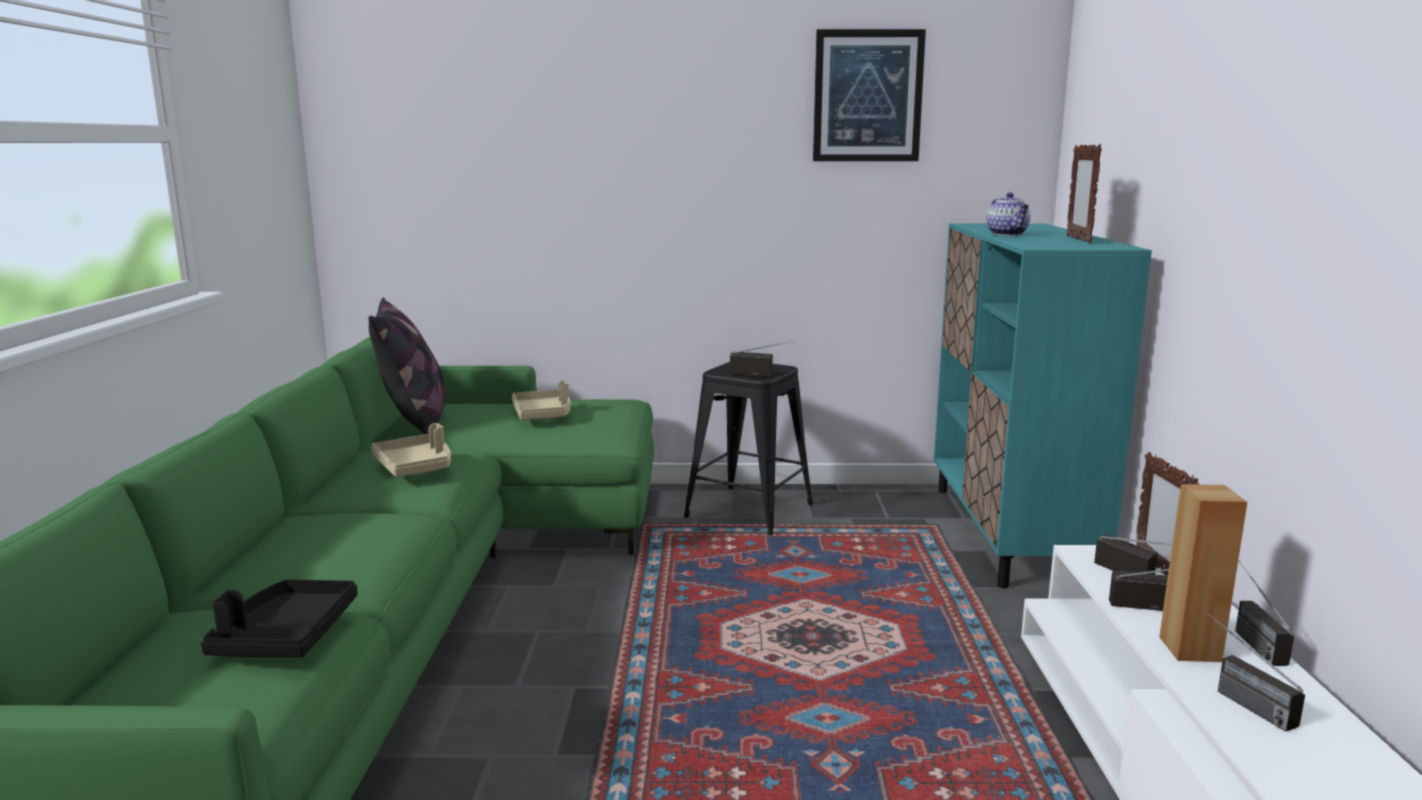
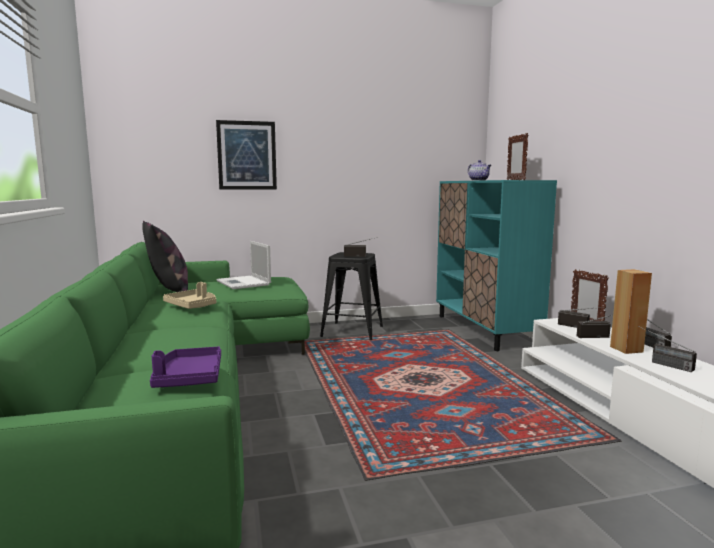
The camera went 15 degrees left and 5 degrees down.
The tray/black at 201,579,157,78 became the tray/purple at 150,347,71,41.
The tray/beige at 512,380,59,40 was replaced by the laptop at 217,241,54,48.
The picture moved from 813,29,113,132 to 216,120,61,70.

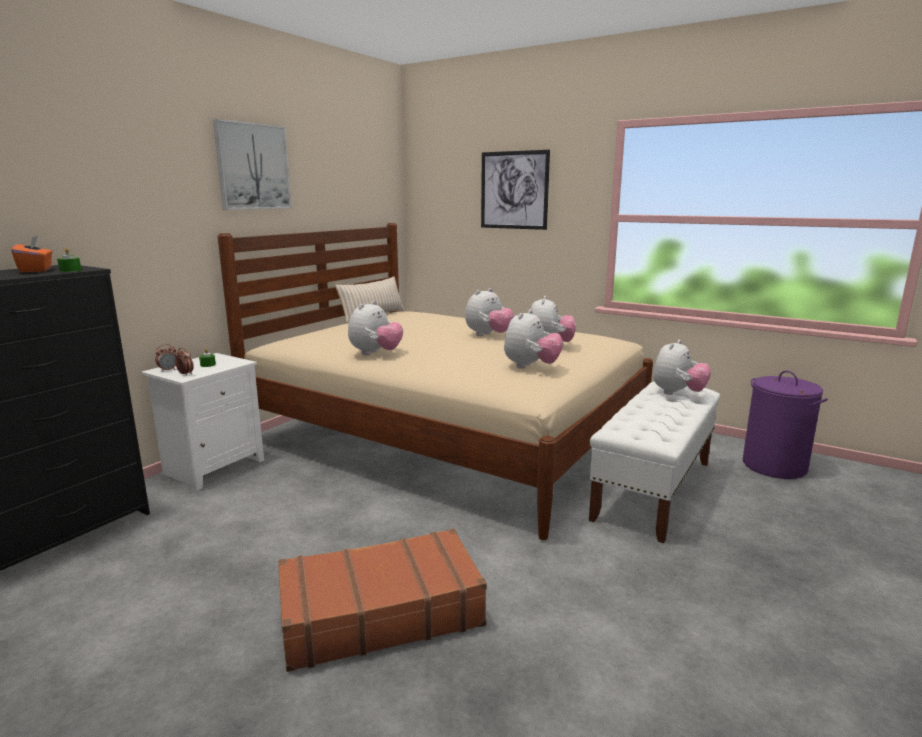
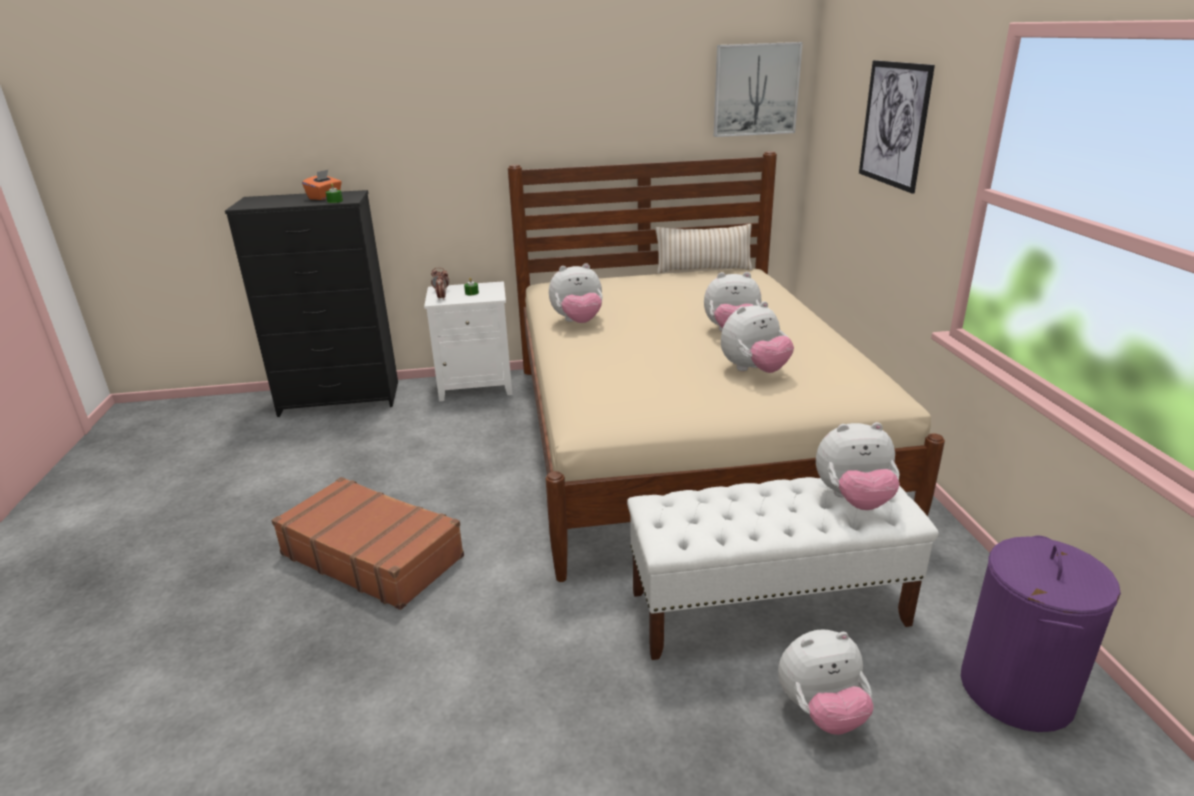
The camera went 50 degrees right and 10 degrees up.
The picture moved from 213,119,79,91 to 714,42,89,95.
The plush toy moved from 504,309,59,60 to 778,629,95,106.

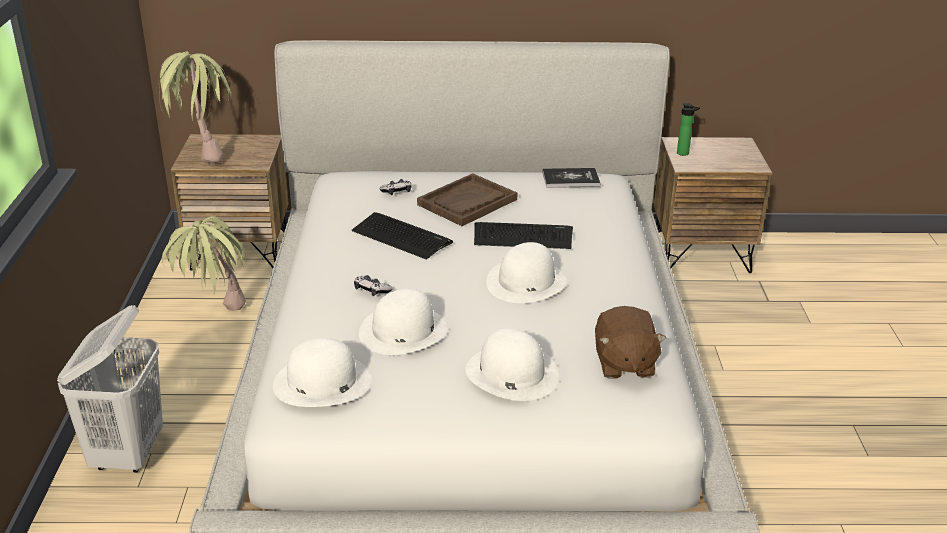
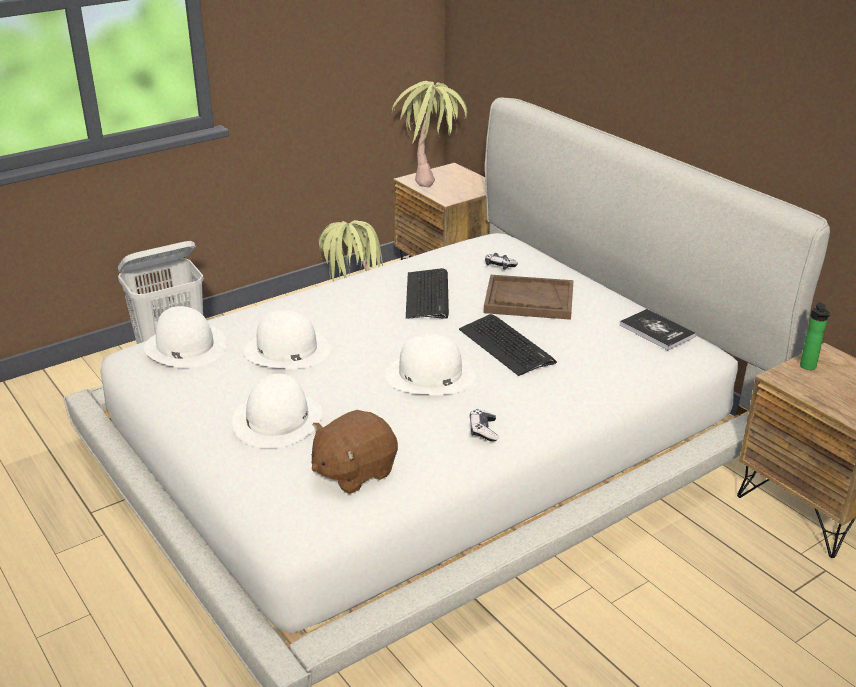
The camera went 55 degrees right and 0 degrees up.
The game controller moved from 354,275,39,21 to 470,409,28,33.

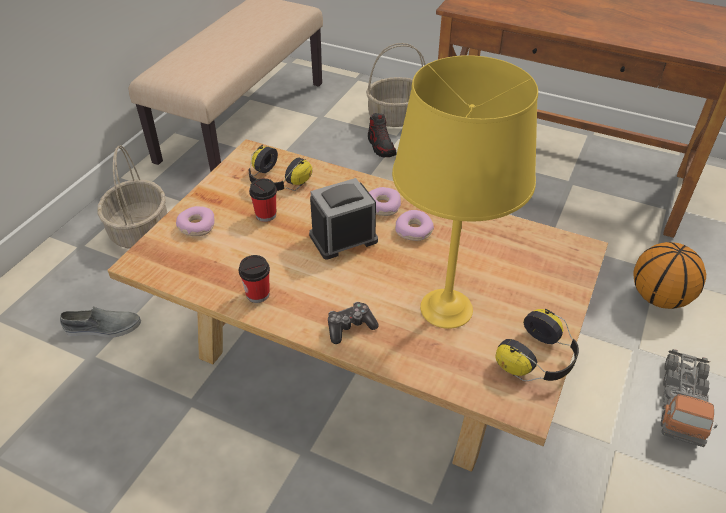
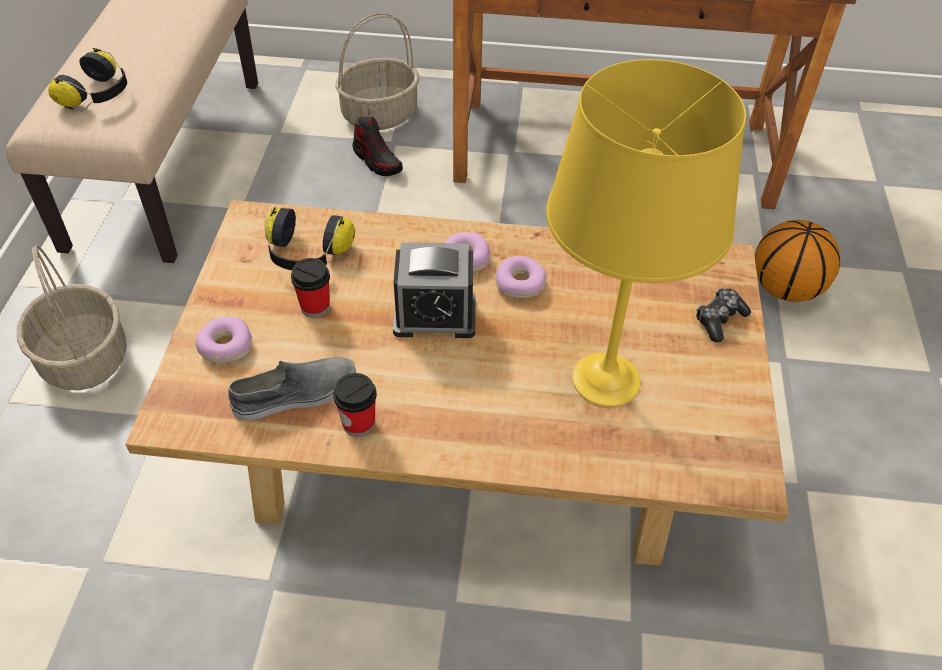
The camera went 20 degrees left and 5 degrees up.
The shoe/grey moved from 60,306,81,31 to 228,357,128,64.
The alarm clock at 309,178,69,82 turned 135 degrees counterclockwise.
The game controller moved from 328,302,51,42 to 696,288,55,54.
The headphones moved from 495,309,84,72 to 48,48,79,63.
The toy truck at 661,349,57,98 disappeared.

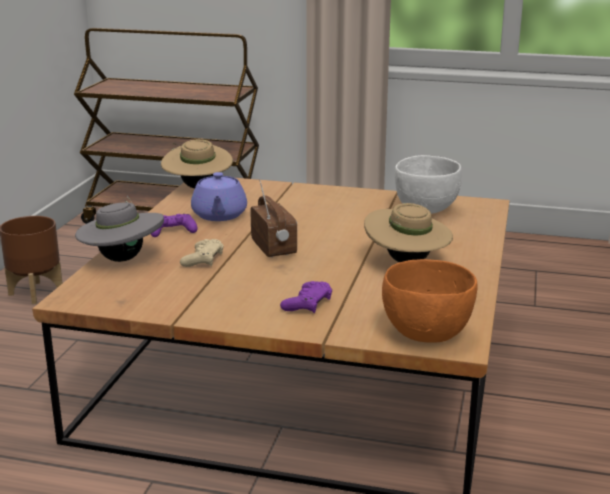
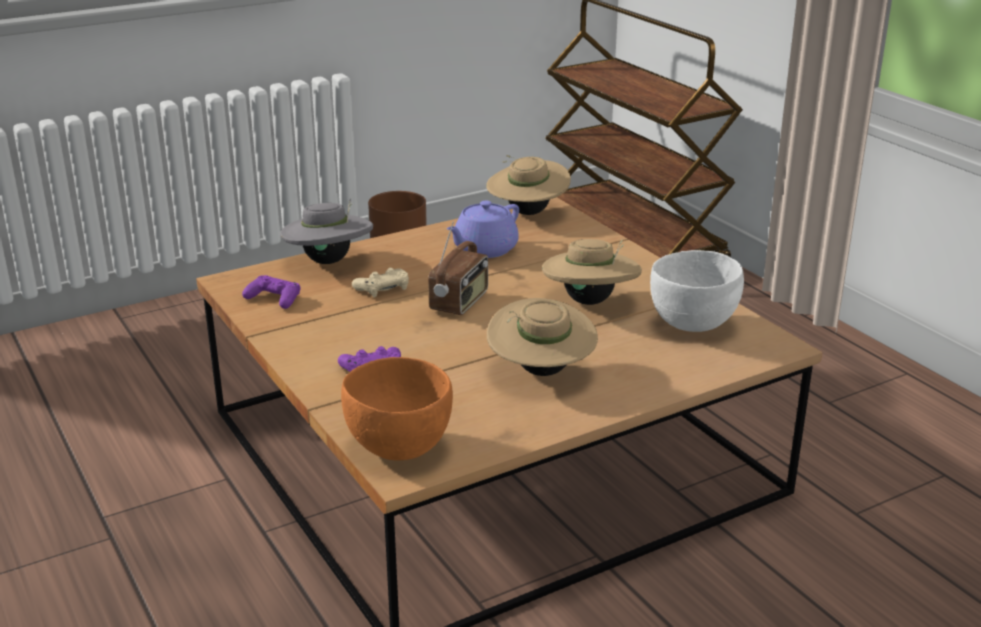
The camera went 45 degrees right and 5 degrees up.
The game controller/purple moved from 151,214,47,23 to 242,275,59,34.
The hat/beige at 542,239,100,66 appeared.

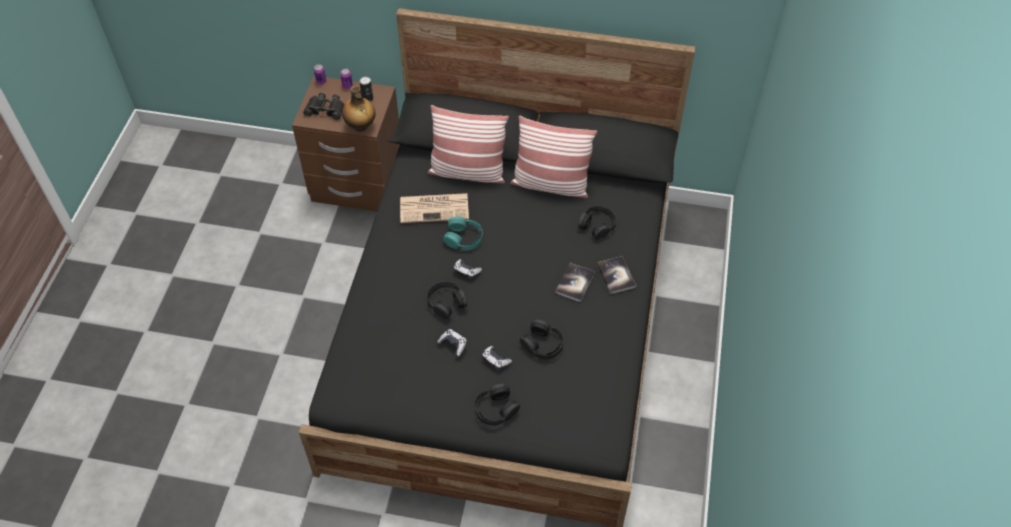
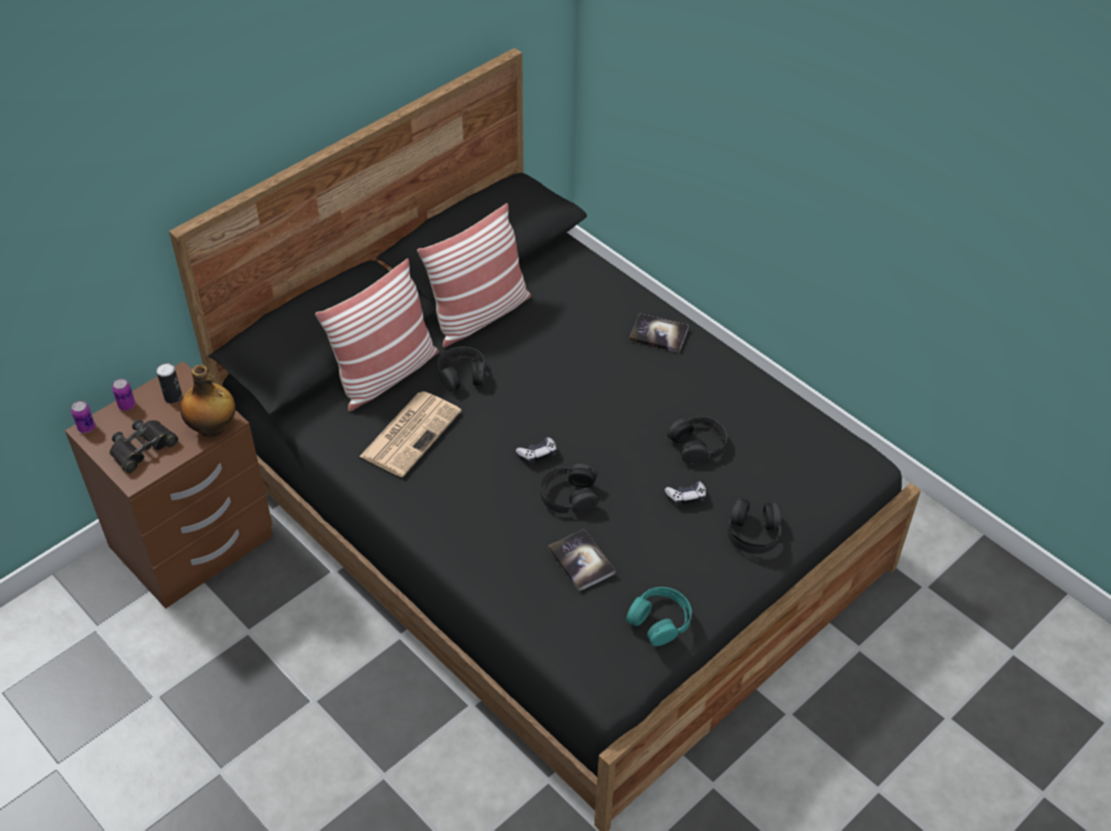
The camera went 55 degrees left and 5 degrees down.
The game controller at 437,329,30,27 disappeared.
The headphones/turquoise moved from 443,217,40,33 to 626,587,66,59.
The book moved from 555,263,40,39 to 548,529,68,62.
The headphones/black moved from 578,205,38,35 to 437,347,49,45.

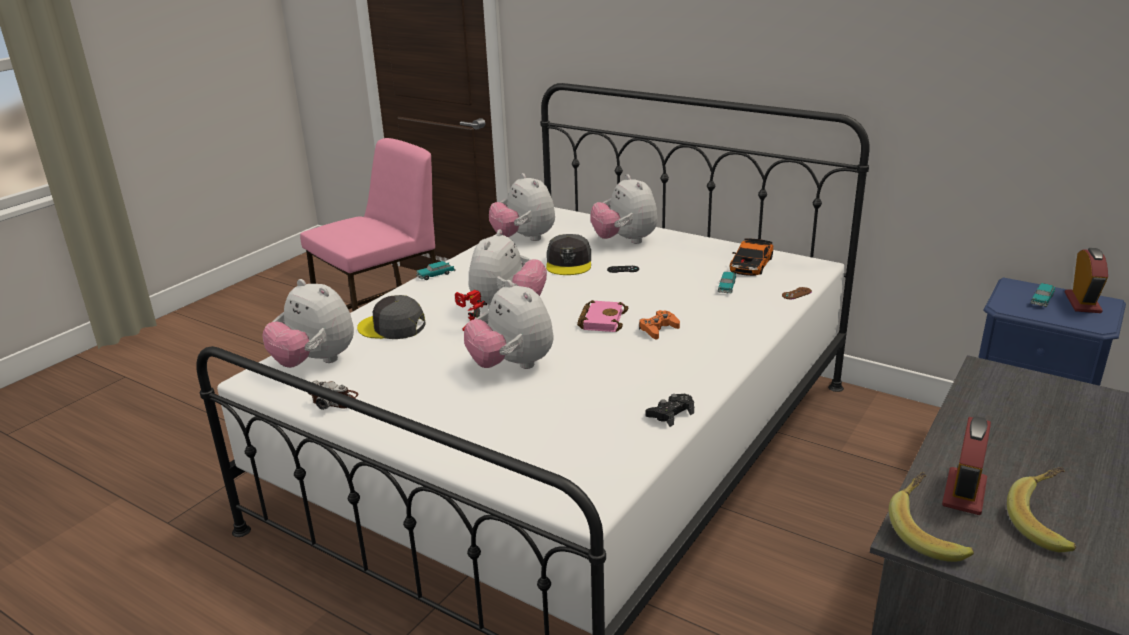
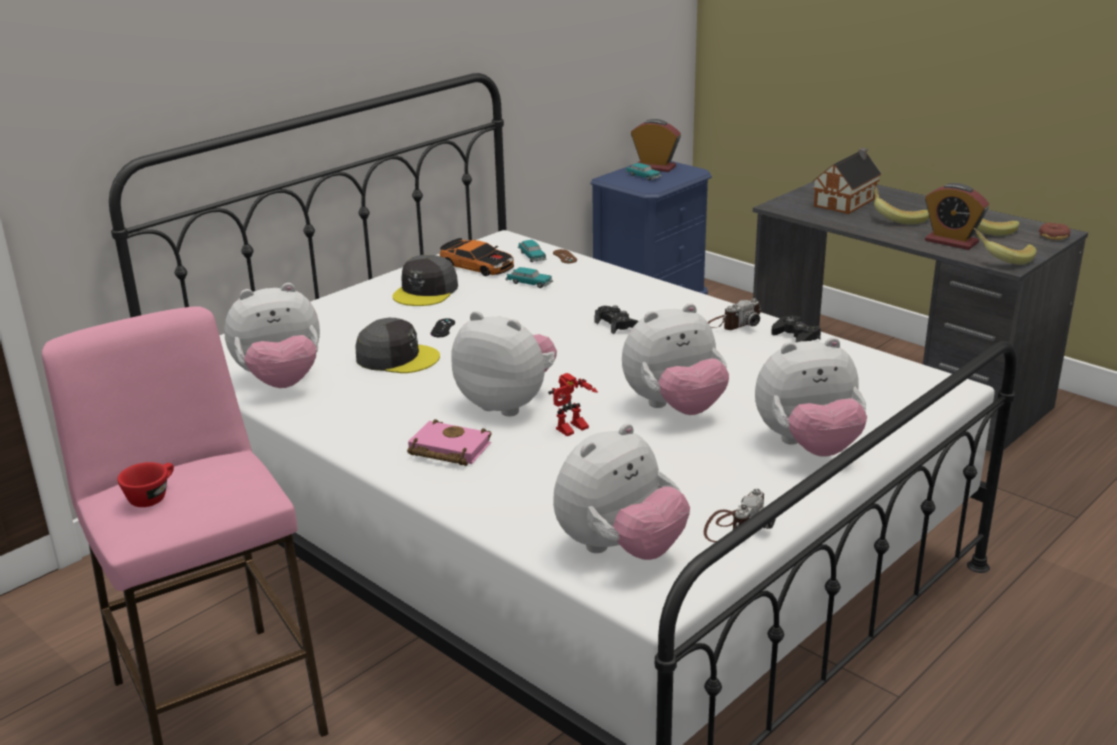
The camera went 80 degrees left and 0 degrees up.
The cap/grey moved from 357,295,69,44 to 393,255,65,51.
The toy car moved from 416,261,40,19 to 518,240,28,22.
The book/pink moved from 577,300,51,32 to 407,419,84,47.
The plush toy moved from 590,174,67,70 to 755,337,112,120.
The game controller/orange at 639,310,41,30 became the game controller/black at 595,306,44,28.
The cup/red at 117,462,57,45 appeared.
The photo camera at 708,298,53,32 appeared.
The toy house at 812,148,70,66 appeared.
The banana at 874,186,55,38 appeared.
The donut at 1039,223,31,17 appeared.

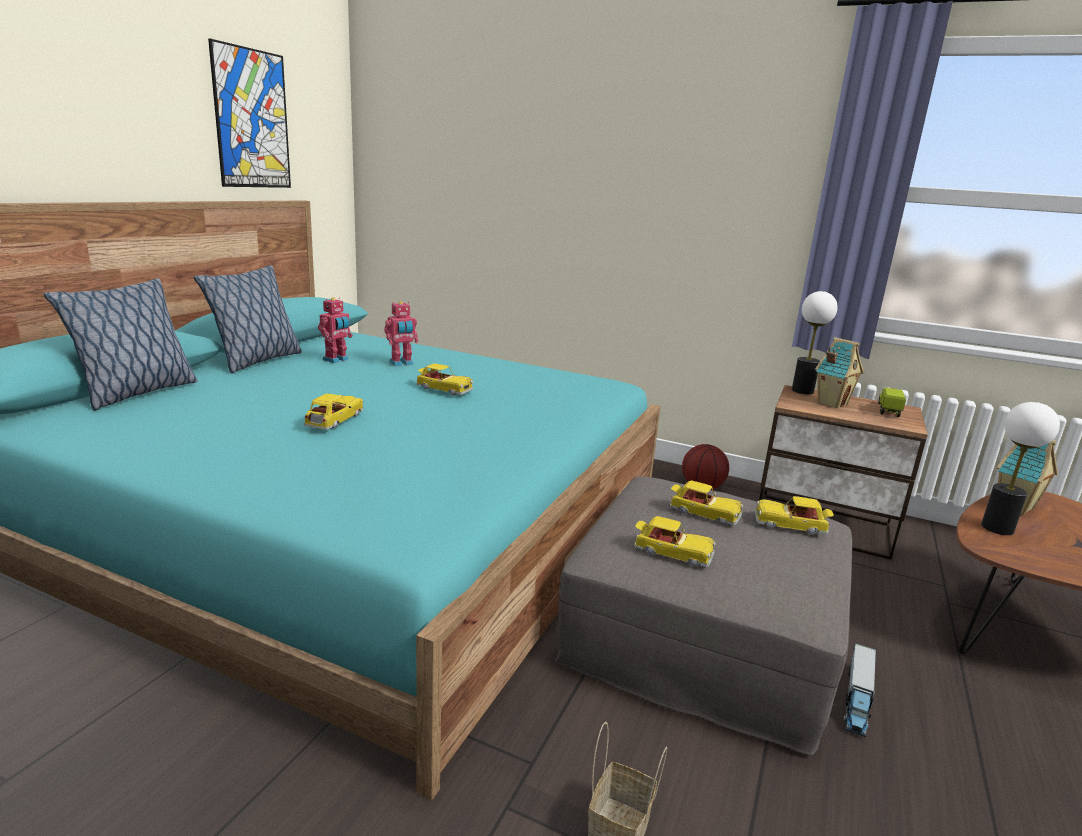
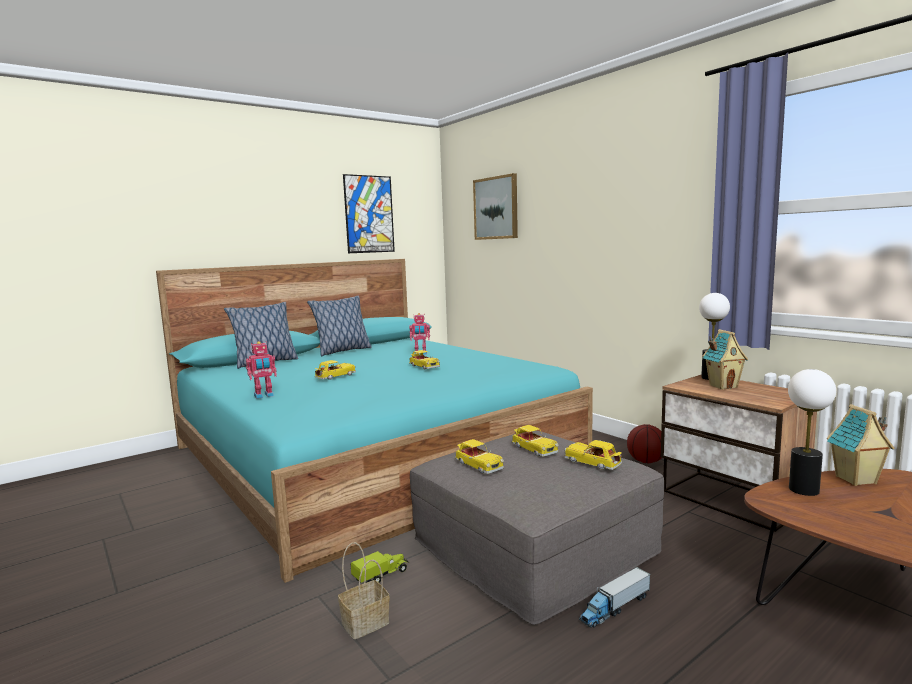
The camera went 30 degrees right and 10 degrees down.
The toy robot moved from 318,297,35,66 to 246,341,31,58.
The toy truck moved from 878,387,28,30 to 351,551,58,32.
The picture at 473,173,45,67 appeared.

